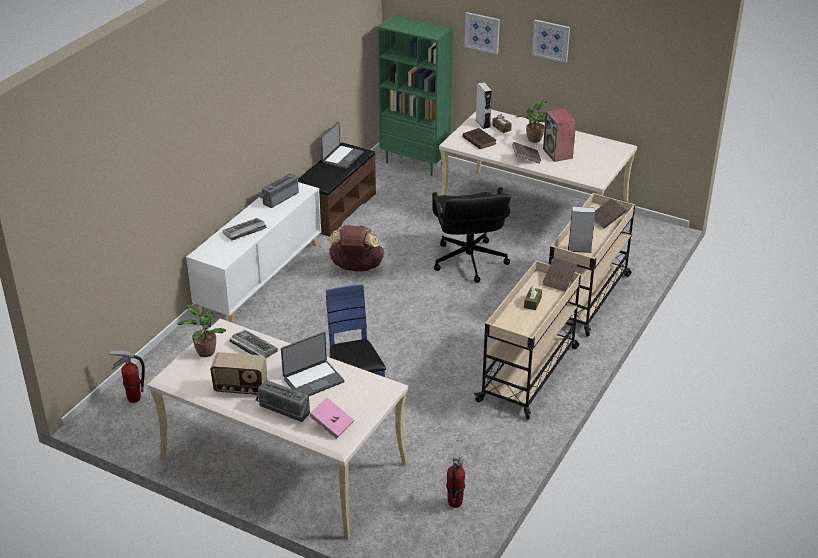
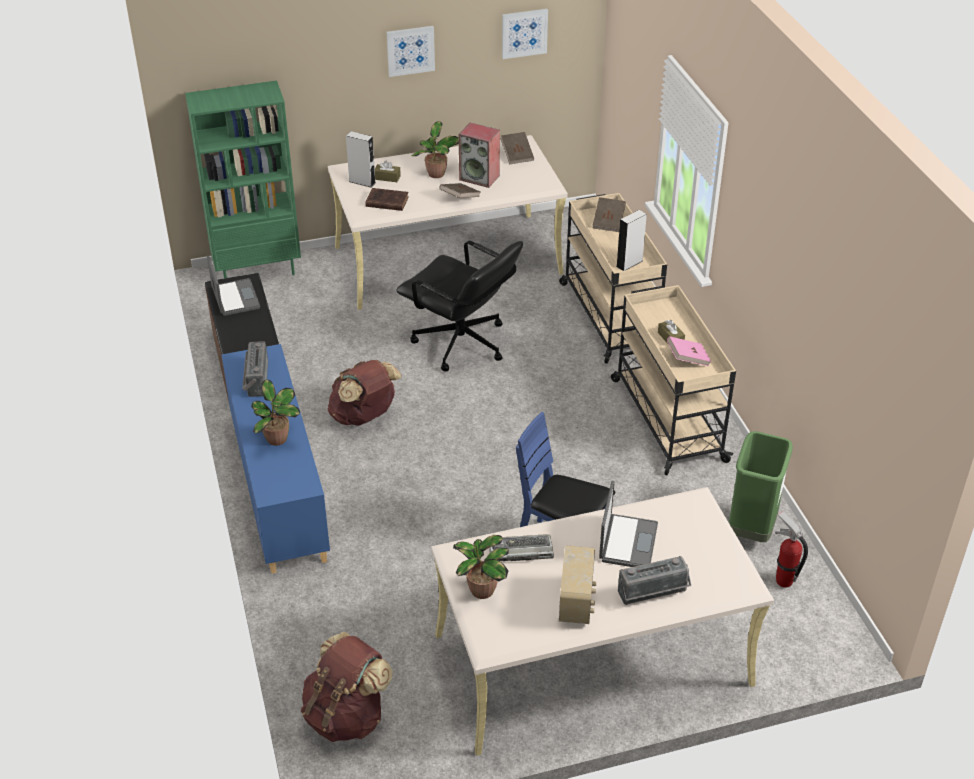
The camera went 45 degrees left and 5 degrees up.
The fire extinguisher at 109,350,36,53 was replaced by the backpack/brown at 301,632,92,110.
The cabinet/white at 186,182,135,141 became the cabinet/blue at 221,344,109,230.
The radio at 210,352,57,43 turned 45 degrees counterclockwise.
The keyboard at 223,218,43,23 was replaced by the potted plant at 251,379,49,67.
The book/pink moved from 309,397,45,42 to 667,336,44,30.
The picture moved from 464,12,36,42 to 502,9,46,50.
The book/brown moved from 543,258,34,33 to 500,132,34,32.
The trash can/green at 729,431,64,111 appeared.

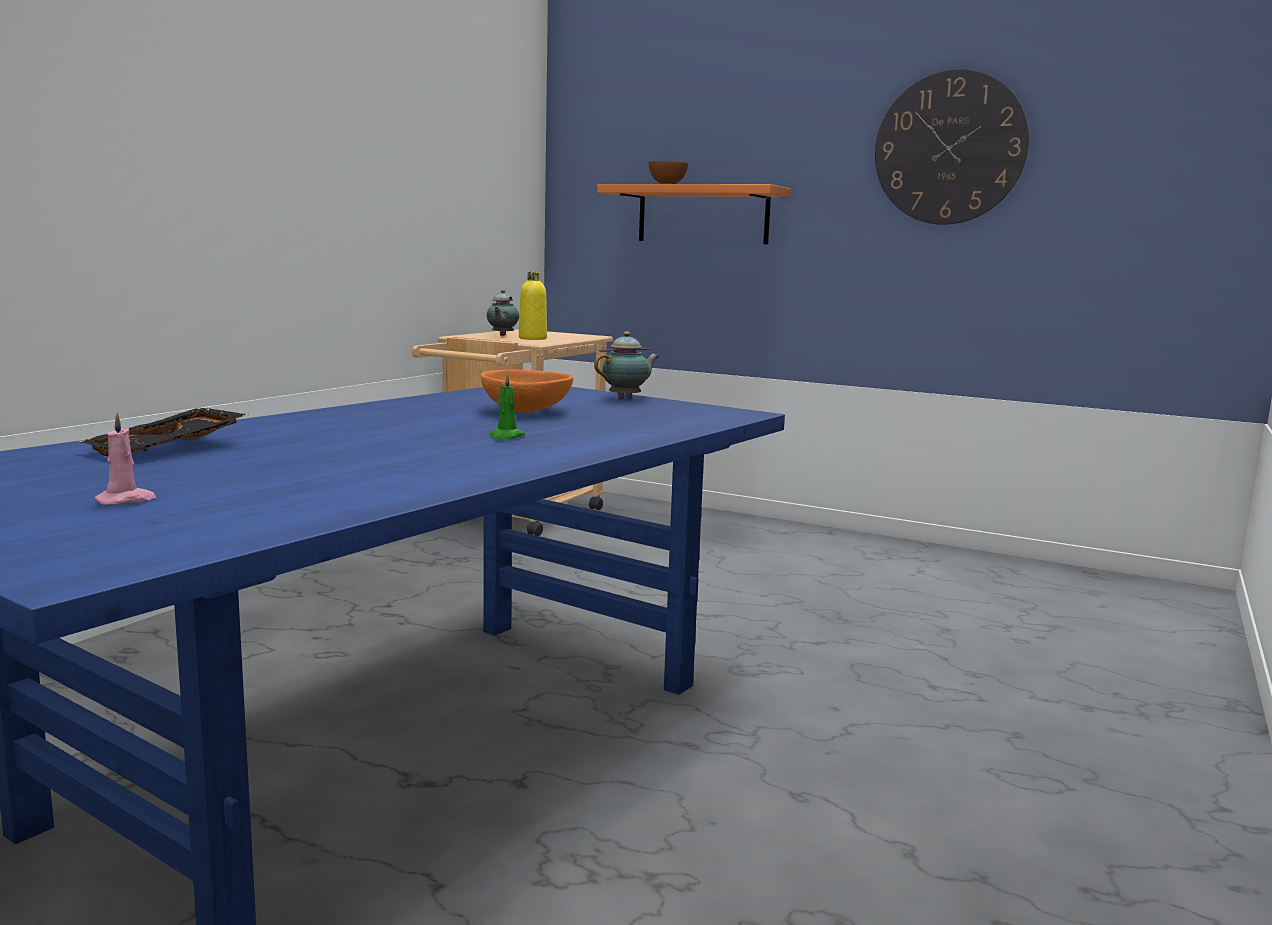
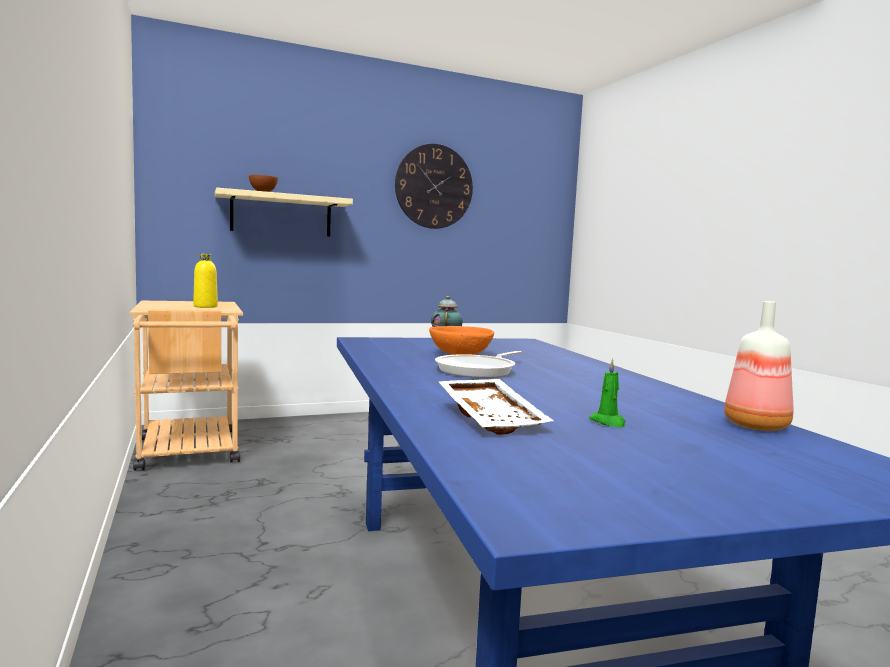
The camera went 50 degrees left and 5 degrees down.
The tray/black at 80,407,169,49 became the tray/white at 438,379,116,56.
The candle/pink at 95,412,61,93 disappeared.
The teapot at 487,290,32,46 disappeared.
The candle/green moved from 489,373,36,67 to 589,359,36,68.
The shelf/orange at 597,184,194,60 became the shelf/beige at 215,188,138,48.
The frying pan at 435,351,87,27 appeared.
The bottle at 724,301,69,130 appeared.

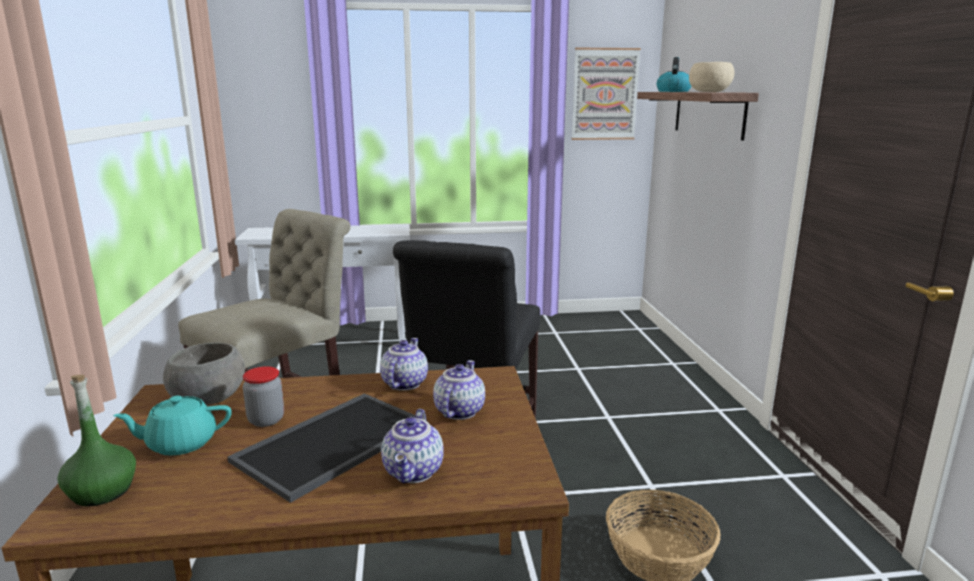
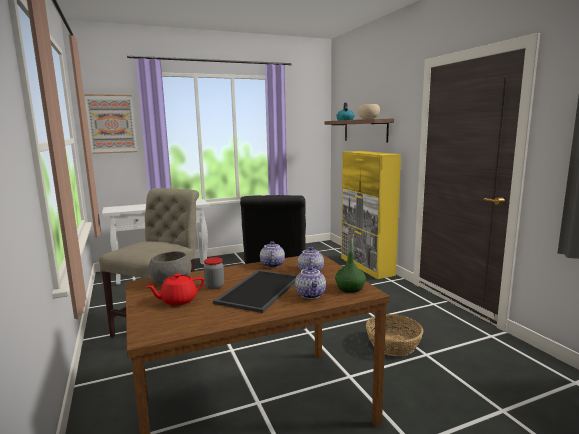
The camera went 15 degrees left and 5 degrees down.
The bottle/green moved from 58,374,78,133 to 335,232,31,61.
The teapot/turquoise at 113,396,119,60 became the teapot/red at 146,273,58,33.
The picture moved from 572,48,69,92 to 85,94,52,60.
The cabinet/yellow at 341,151,60,128 appeared.

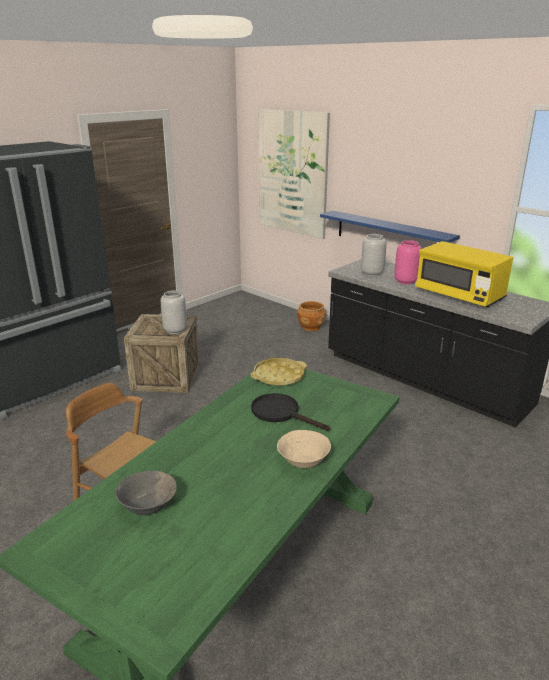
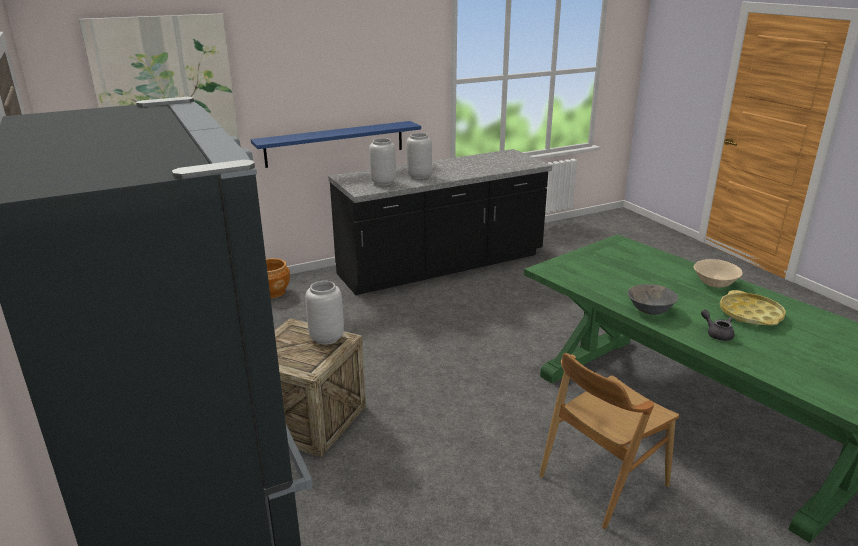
The camera went 70 degrees left and 0 degrees up.
The bowl/grey moved from 115,471,62,44 to 628,284,50,31.
The tray/yellow moved from 251,358,56,28 to 720,290,66,35.
The frying pan/black at 251,393,80,38 disappeared.
The vase/pink at 394,240,28,45 became the vase/grey at 406,133,26,46.
The microwave/yellow at 415,241,98,66 disappeared.
The teapot/grey at 701,310,34,31 appeared.

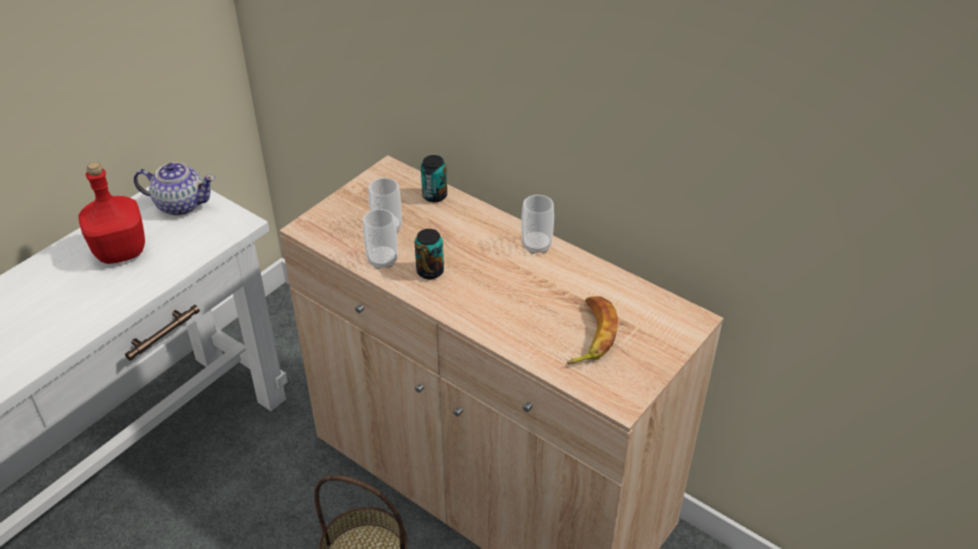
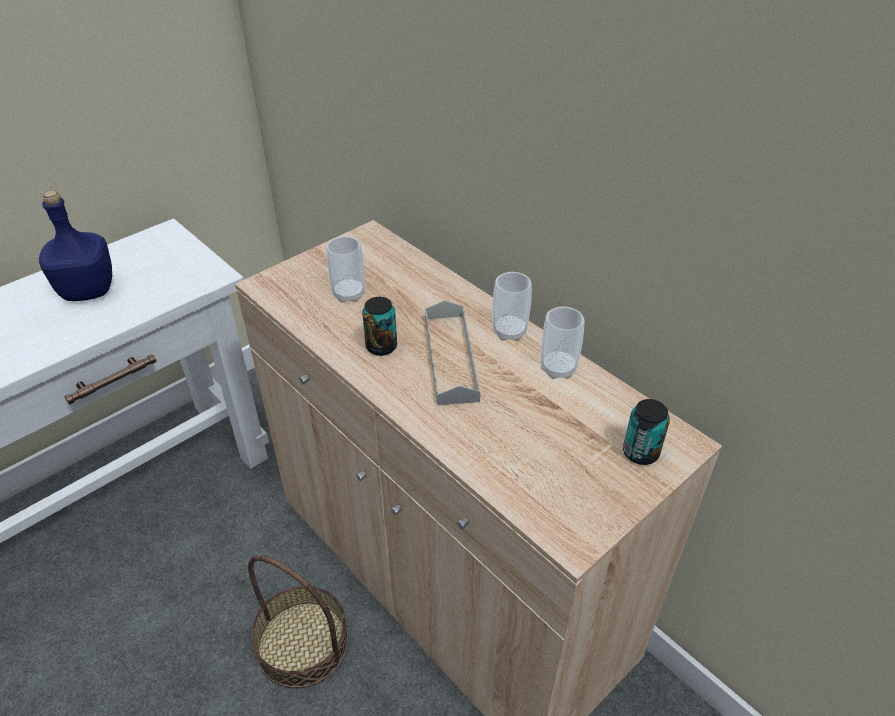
The camera went 10 degrees right and 0 degrees up.
The bottle/red at 78,162,67,102 became the bottle/blue at 39,191,73,110.
The teapot at 134,163,81,53 disappeared.
The cup moved from 363,209,34,60 to 541,306,43,73.
The can moved from 421,155,26,48 to 623,399,47,66.
The banana at 567,296,51,68 disappeared.
The tray/grey at 425,300,55,105 appeared.

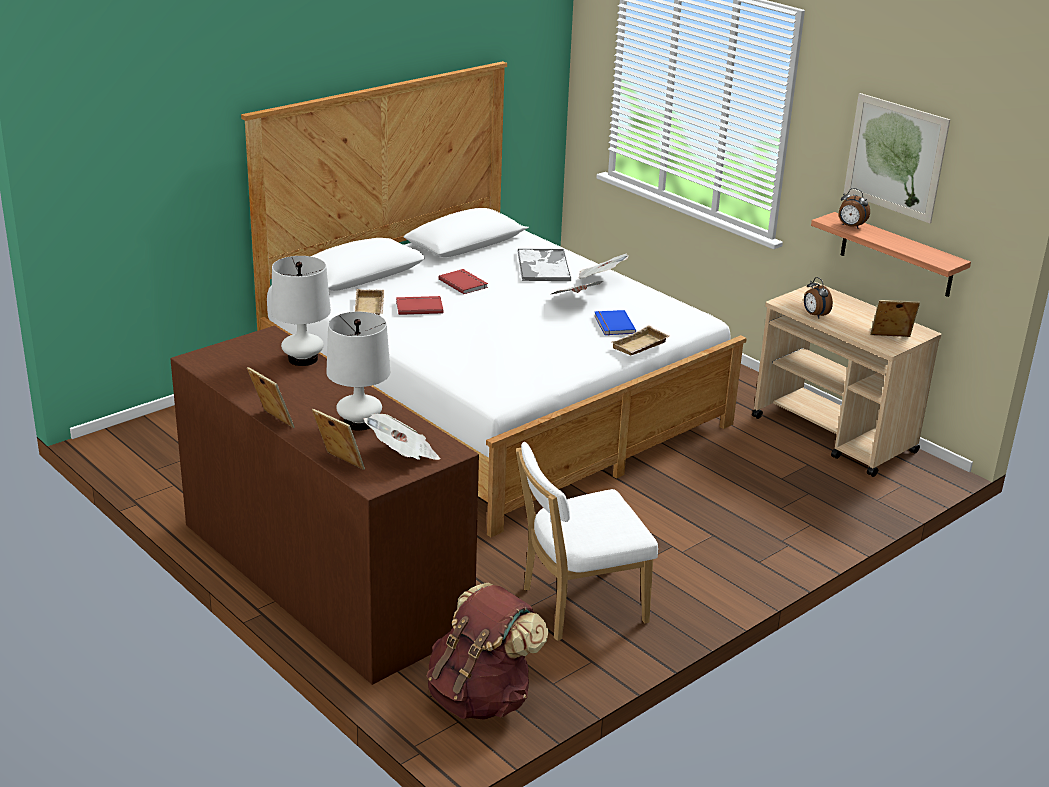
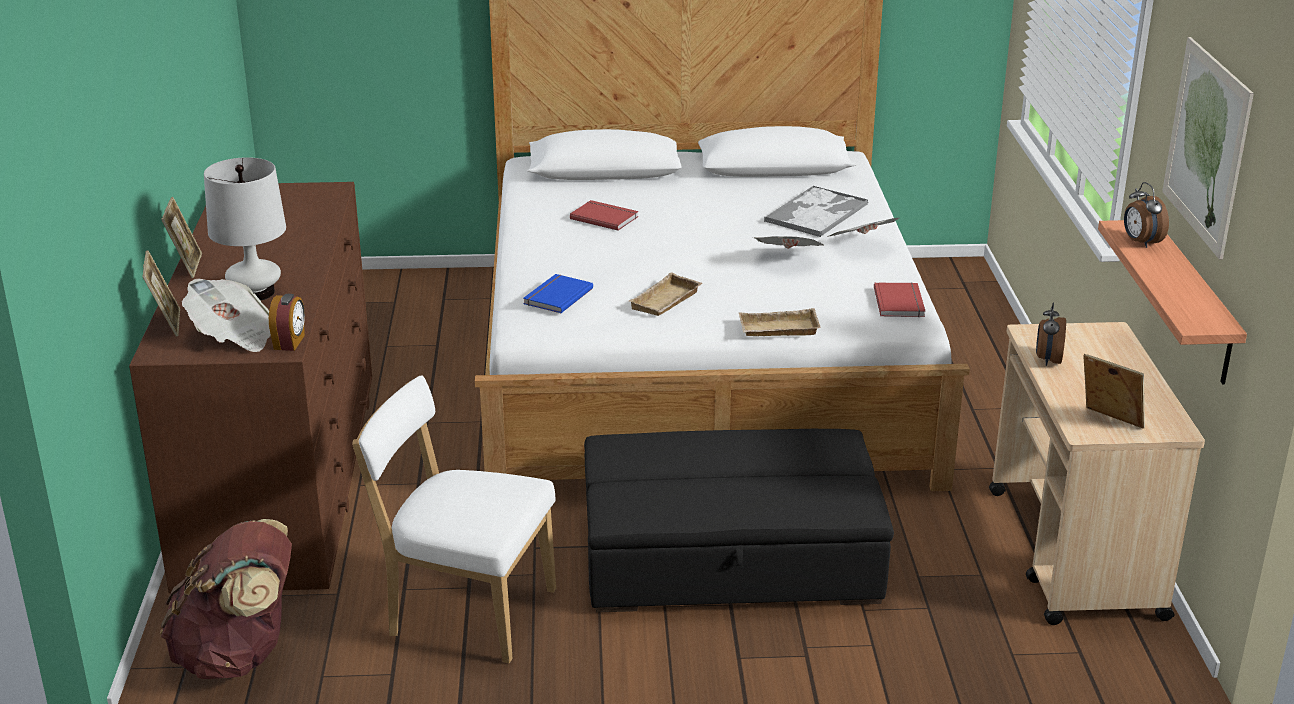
The camera went 40 degrees right and 0 degrees up.
The table lamp/white at 271,256,60,110 disappeared.
The tray/beige moved from 355,289,29,27 to 629,272,73,44.
The book/red moved from 438,269,50,25 to 874,282,51,35.
The book/blue moved from 594,310,42,25 to 523,274,70,39.
The alarm clock at 269,294,36,57 appeared.
The ottoman/black at 584,429,310,183 appeared.

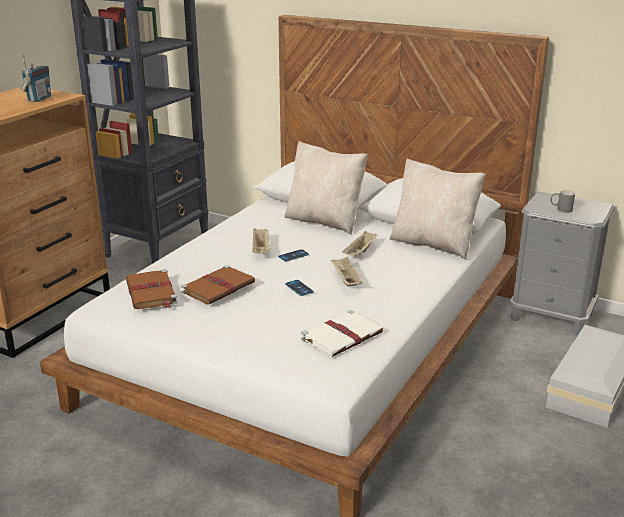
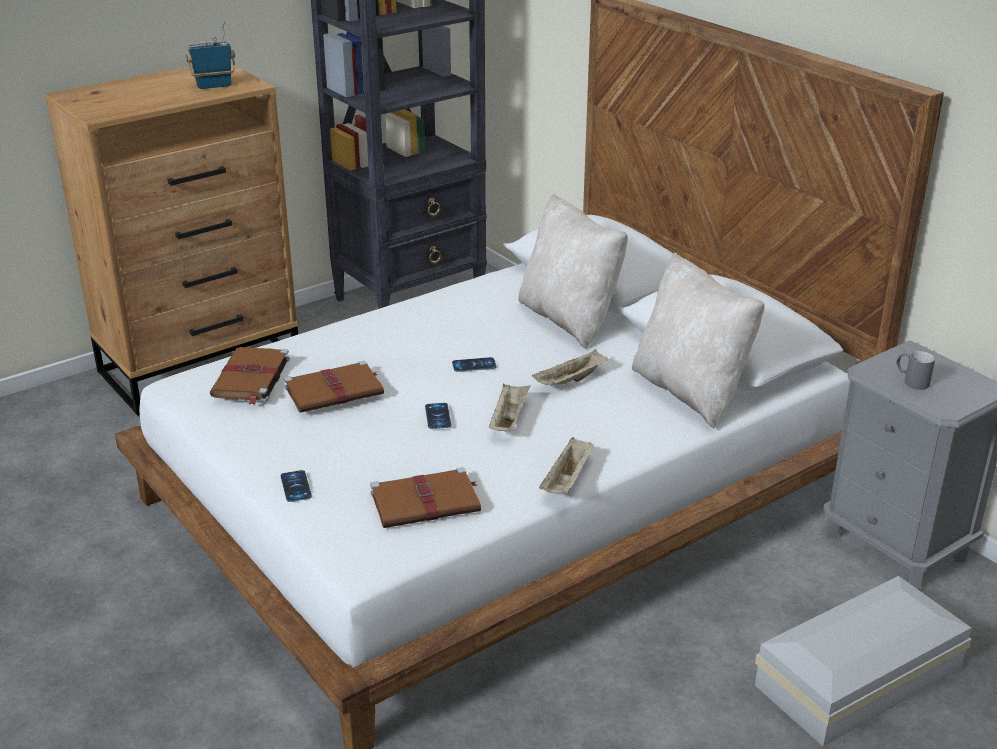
The camera went 25 degrees right and 5 degrees up.
The radio at 21,53,30,49 turned 150 degrees counterclockwise.
The tray/beige moved from 252,228,18,26 to 539,437,55,57.
The book/white at 301,310,82,47 became the book/brown at 370,467,111,61.
The phone at 281,470,31,32 appeared.

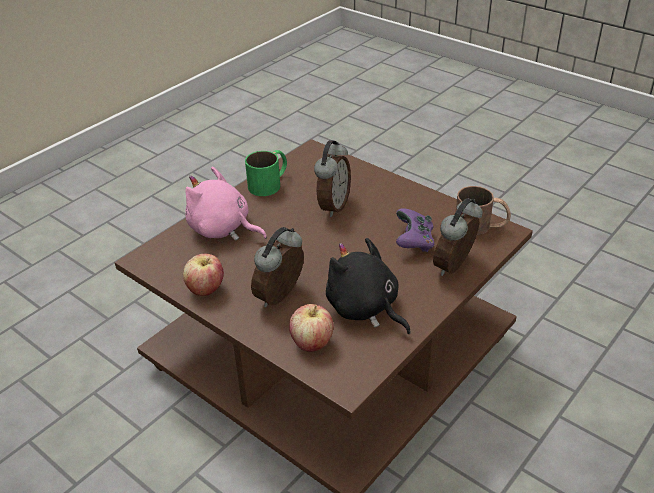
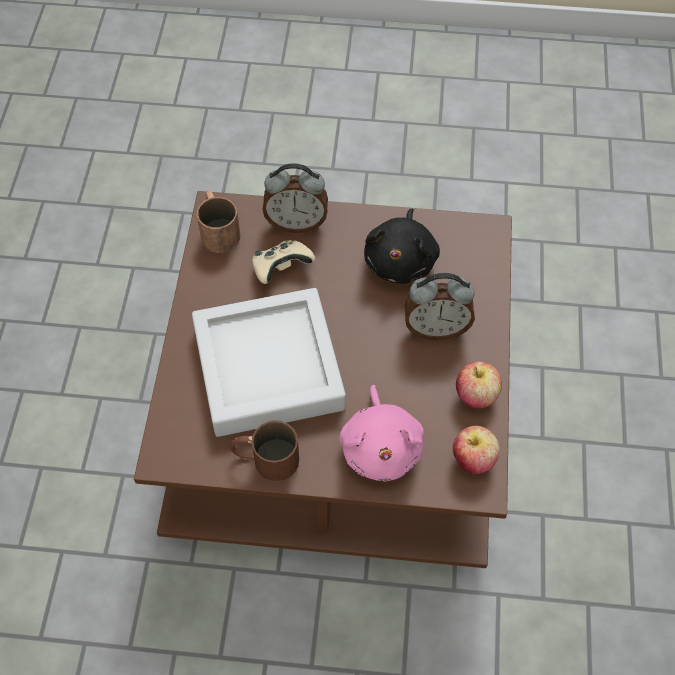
The camera went 125 degrees left and 20 degrees up.
The mug/green at 245,150,42,46 became the mug/brown at 230,420,69,61.
The apple moved from 289,304,44,48 to 453,426,47,48.
The alarm clock at 314,140,37,77 was replaced by the tray/grey at 192,288,154,149.
The game controller/purple at 396,208,38,44 became the game controller/beige at 252,240,63,44.

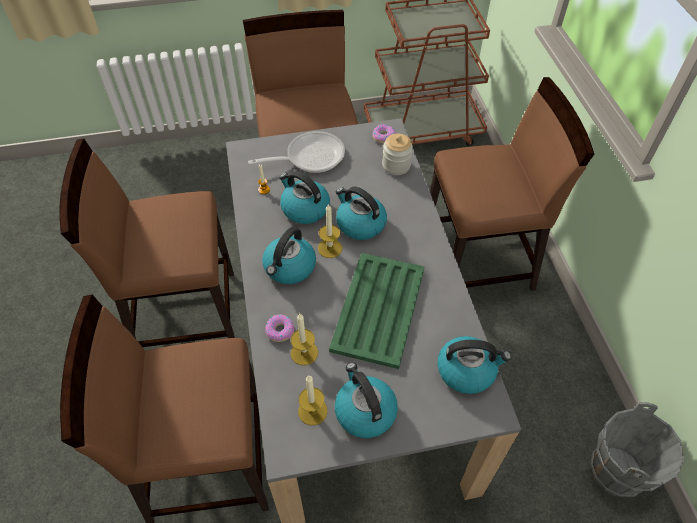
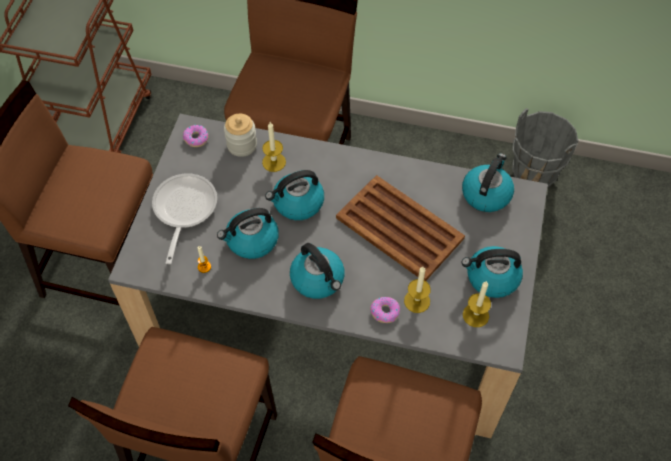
The camera went 65 degrees left and 5 degrees up.
The candle moved from 318,204,24,54 to 262,122,24,50.
The tray/green at 329,253,95,116 became the tray/brown at 336,175,129,106.

